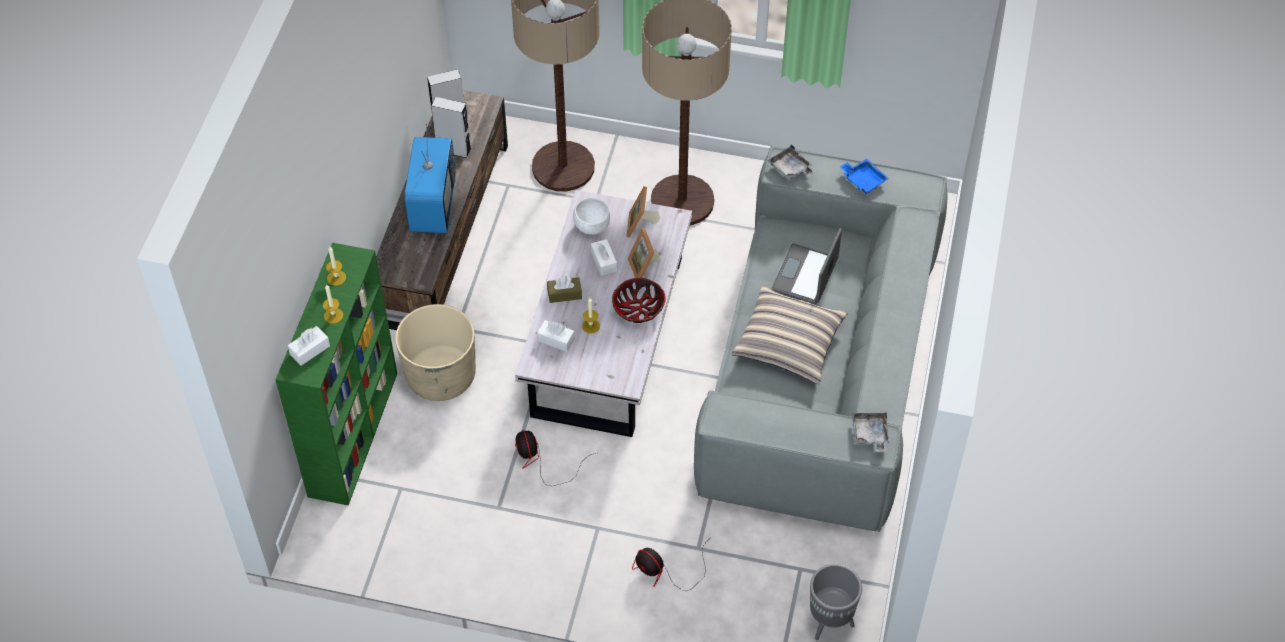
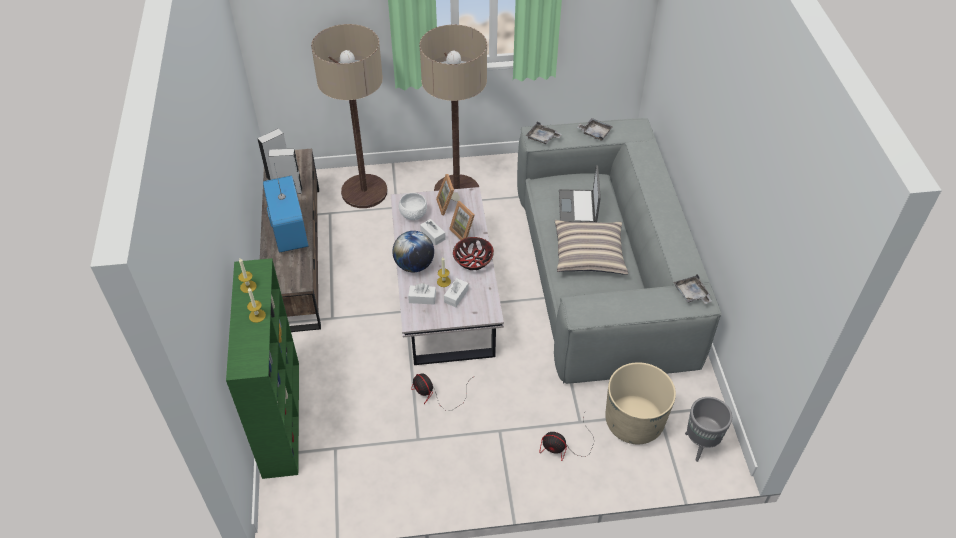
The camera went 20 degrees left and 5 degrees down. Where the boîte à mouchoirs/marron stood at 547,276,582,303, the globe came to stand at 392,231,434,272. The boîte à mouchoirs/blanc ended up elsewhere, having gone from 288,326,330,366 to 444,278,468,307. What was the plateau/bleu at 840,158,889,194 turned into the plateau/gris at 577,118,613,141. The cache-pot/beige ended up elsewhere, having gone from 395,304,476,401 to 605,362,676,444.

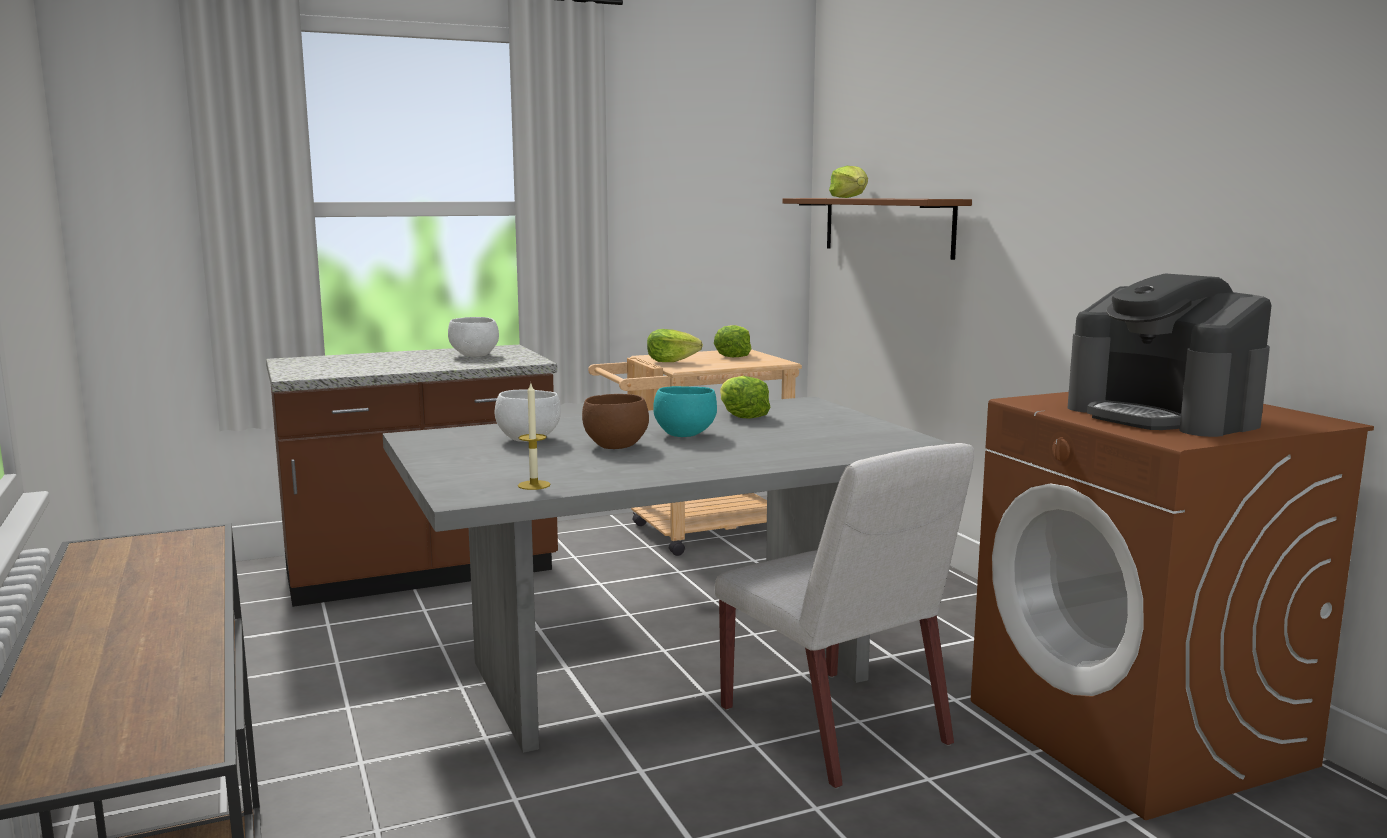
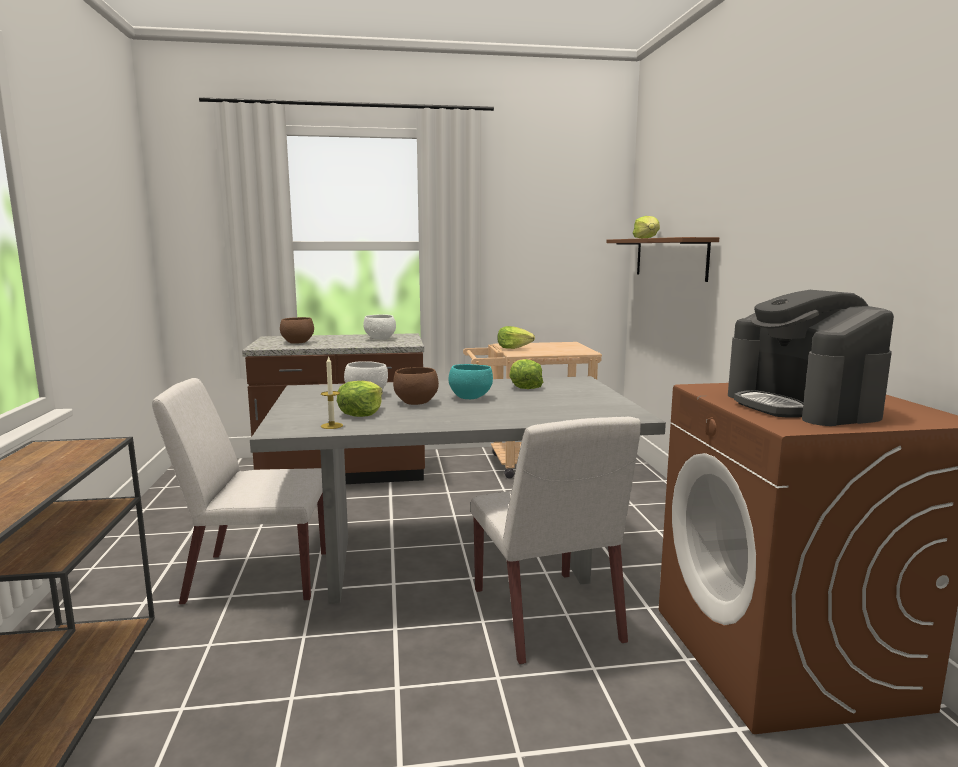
The camera went 15 degrees right and 0 degrees up. The second view gained the chaise/blanc at 152,378,326,605. The second view gained the bol/marron at 280,317,314,344. The laitue ended up elsewhere, having gone from 714,325,751,357 to 337,381,383,417.

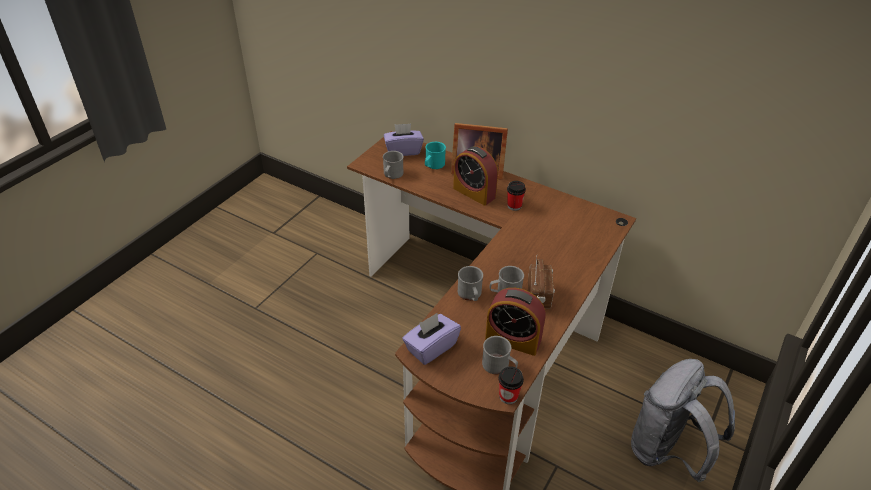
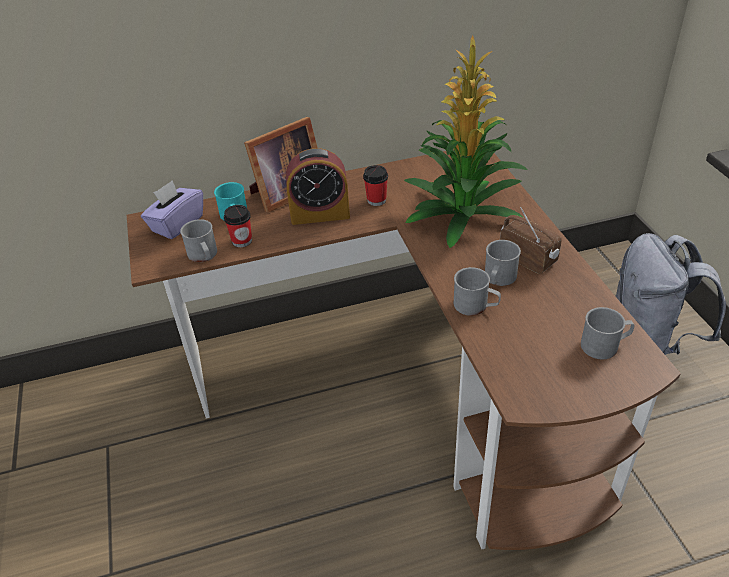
The camera went 45 degrees left and 0 degrees up. The tasse ended up elsewhere, having gone from 499,366,524,404 to 224,205,252,247. The second view gained the plante en pot at 404,35,528,248. The second view lost the boîte à mouchoirs/violet at 402,313,461,365. The second view lost the réveil at 485,288,546,356.

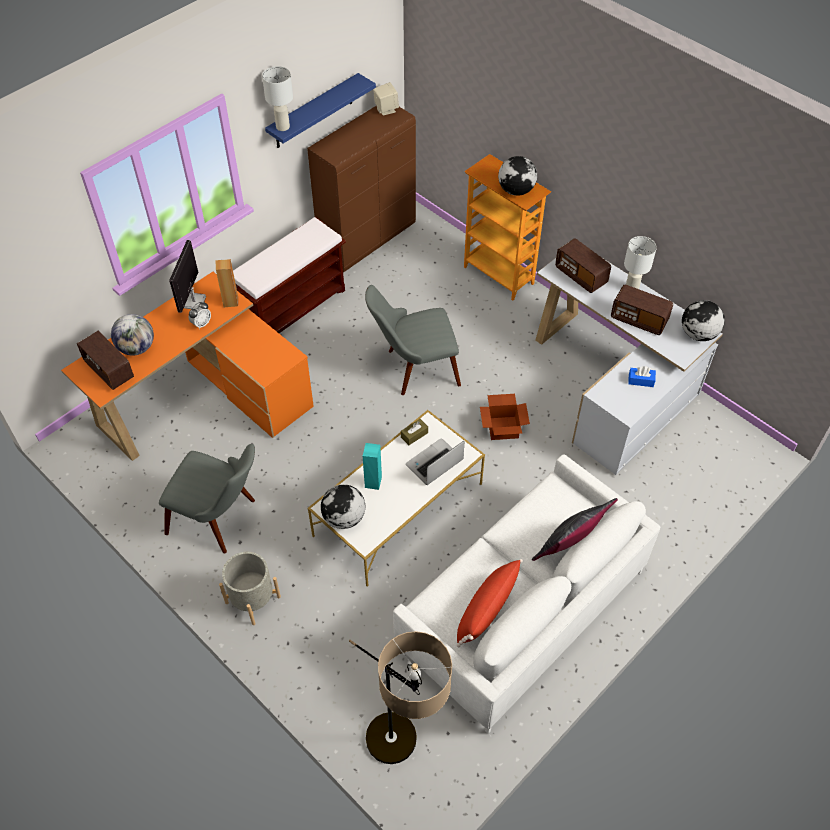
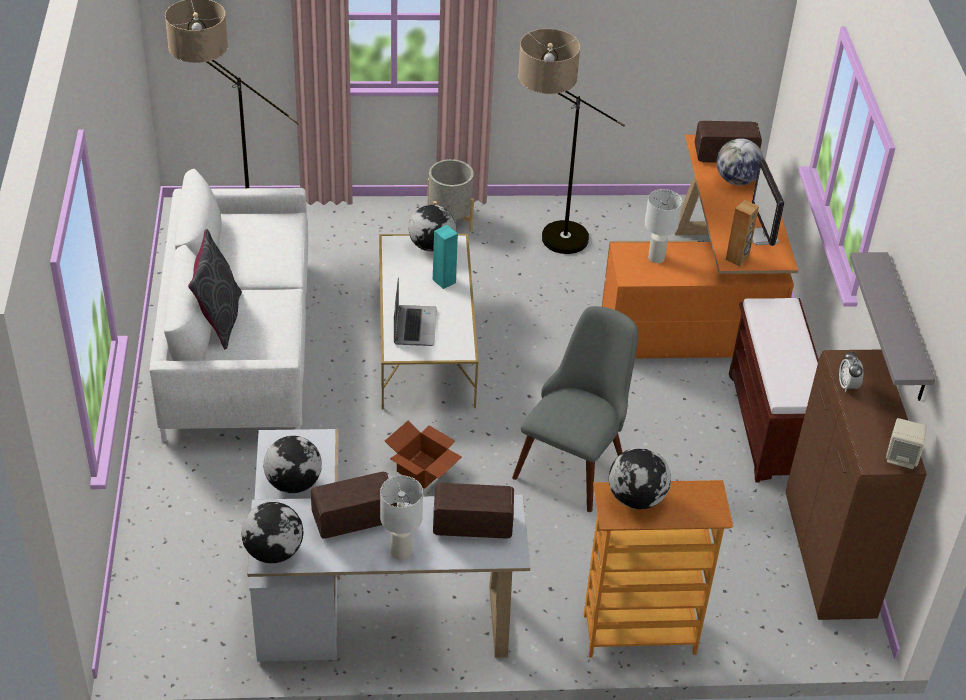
The camera went 130 degrees right and 10 degrees down. Where the boîte à mouchoirs/bleu stood at 628,366,656,387, the globe came to stand at 263,436,322,493. Where the chaise/gris stood at 159,444,255,553, the lampadaire came to stand at 518,29,625,254. The lampe de table/blanc ended up elsewhere, having gone from 262,66,293,131 to 645,189,682,263. The écran d'ordinateur at 169,240,206,313 ended up facing another way, 150 degrees counterclockwise from before. The réveil ended up elsewhere, having gone from 188,302,211,329 to 839,351,863,392. What was the étagère/bleu at 265,73,376,148 turned into the étagère/gris at 850,252,936,401. The second view lost the boîte à mouchoirs/marron at 401,419,428,445. The second view lost the coussin/rouge at 457,559,523,647.

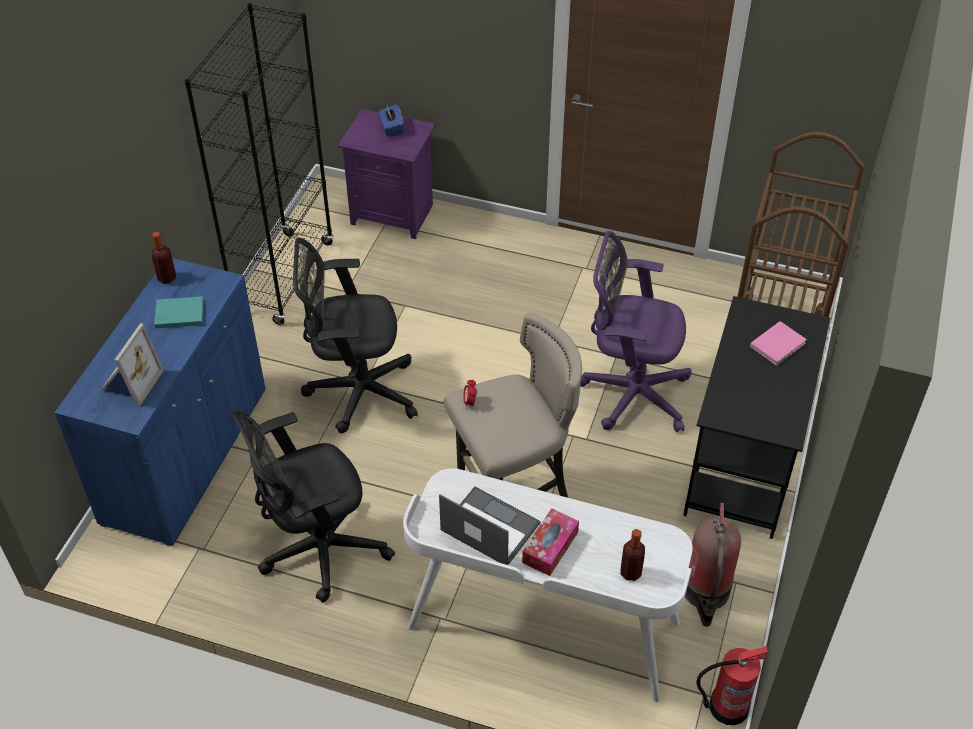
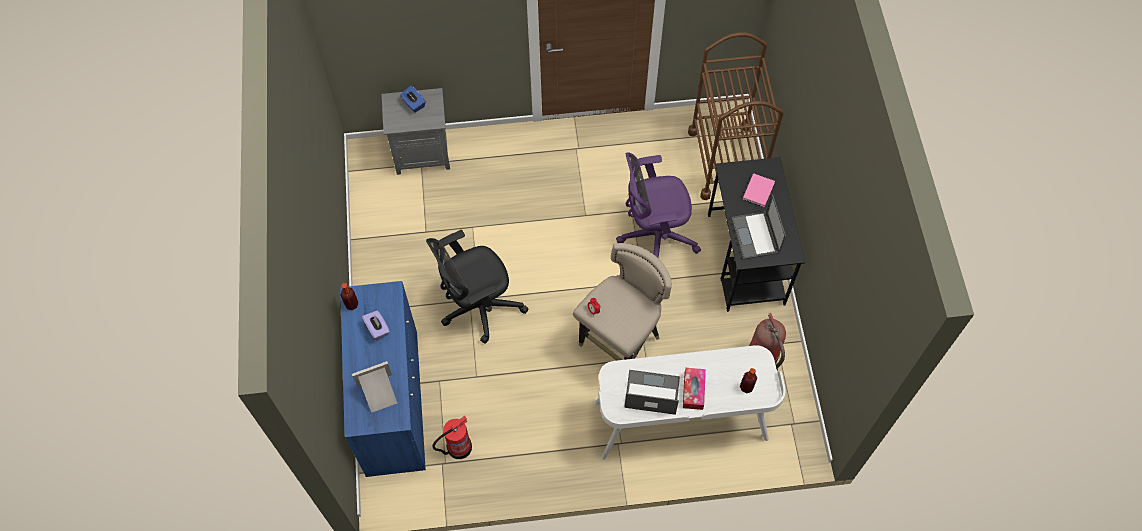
The camera went 25 degrees left and 15 degrees up. The cadre photo at 100,323,164,407 ended up facing another way, 105 degrees counterclockwise from before. Where the livre/turquoise stood at 154,296,204,329, the boîte à mouchoirs/violet came to stand at 362,311,390,341. What was the table de chevet/violet at 338,109,436,239 turned into the table de chevet/gris at 381,88,450,175. The extincteur ended up elsewhere, having gone from 696,646,768,725 to 432,416,472,459. The second view gained the ordinateur portable at 732,194,786,260. The second view lost the bibliothèque/noir at 185,3,334,325. The second view lost the chaise de bureau/noir at 232,411,395,603.

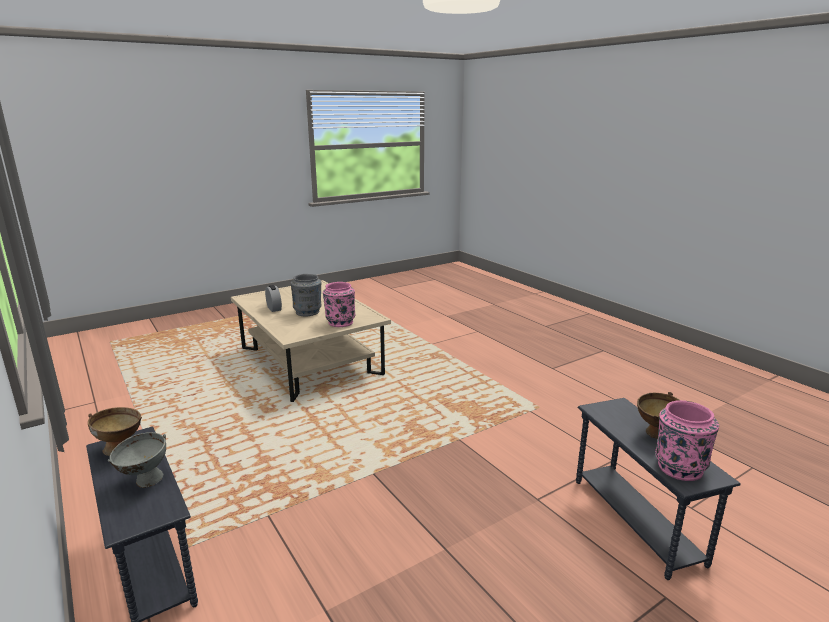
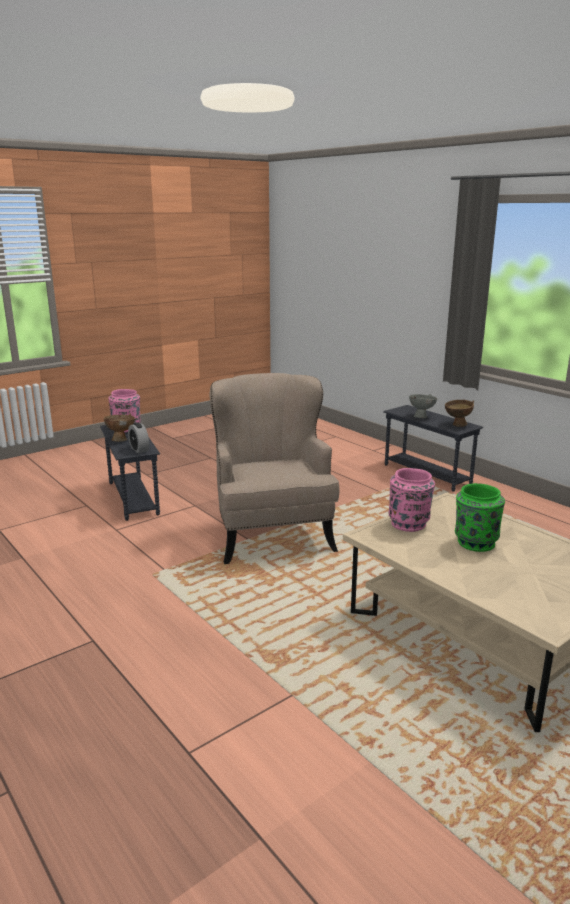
The camera went 175 degrees right and 0 degrees up. The réveil ended up elsewhere, having gone from 265,285,282,312 to 128,423,149,453. The second view gained the fauteuil/beige at 209,373,339,564. What was the vase/gris at 291,274,322,317 turned into the vase/vert at 455,483,505,552.

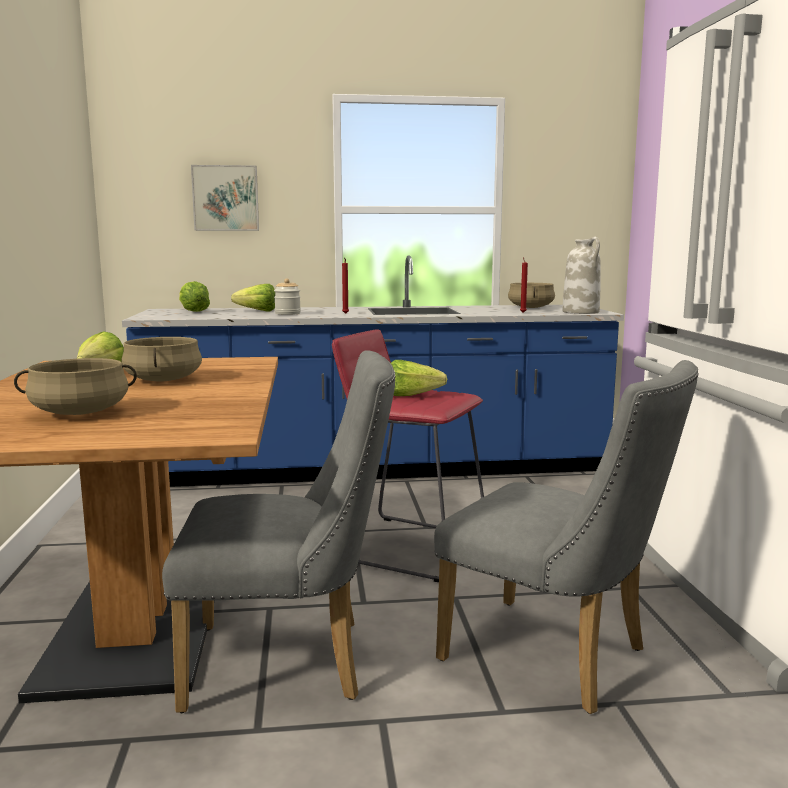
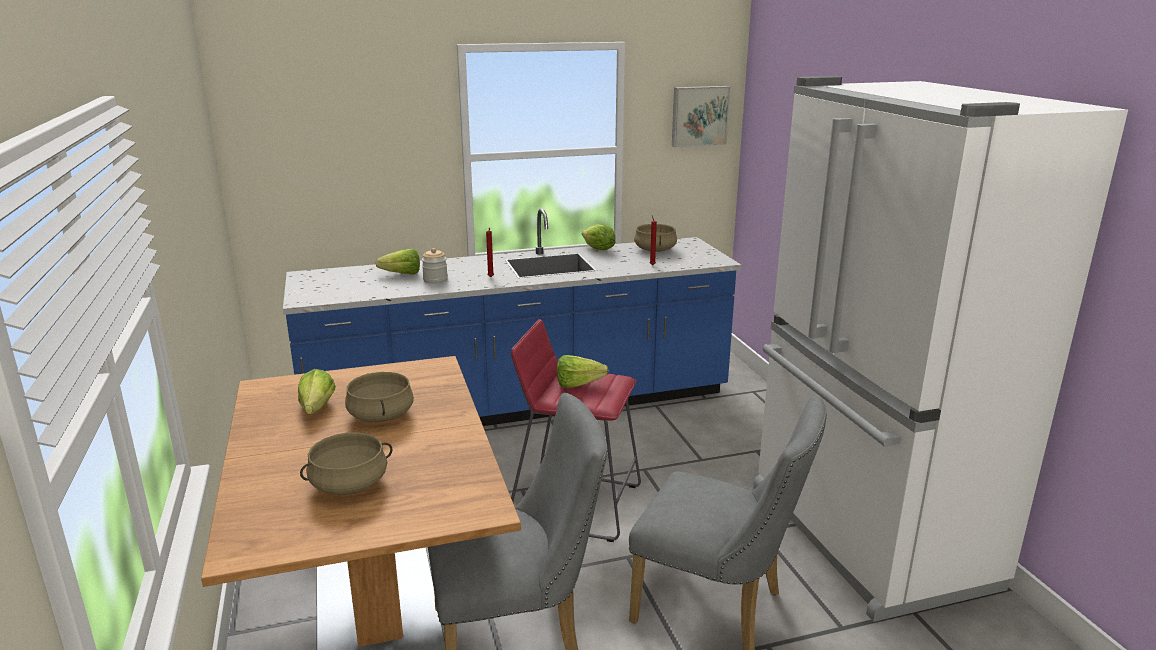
The camera went 10 degrees left and 10 degrees up. The laitue ended up elsewhere, having gone from 179,281,210,312 to 582,224,616,250. The tableau ended up elsewhere, having gone from 191,165,259,231 to 672,86,730,147. The second view lost the vase/blanc at 562,236,601,314.

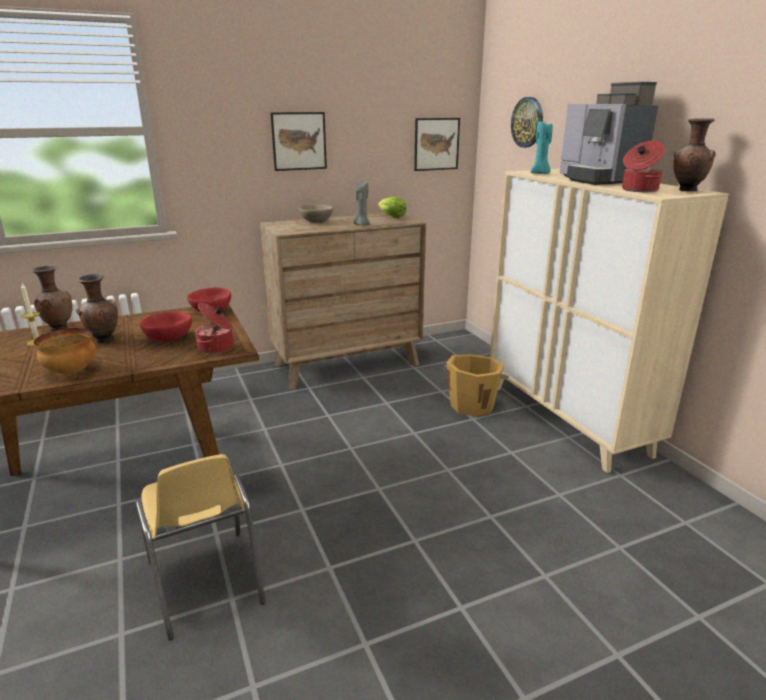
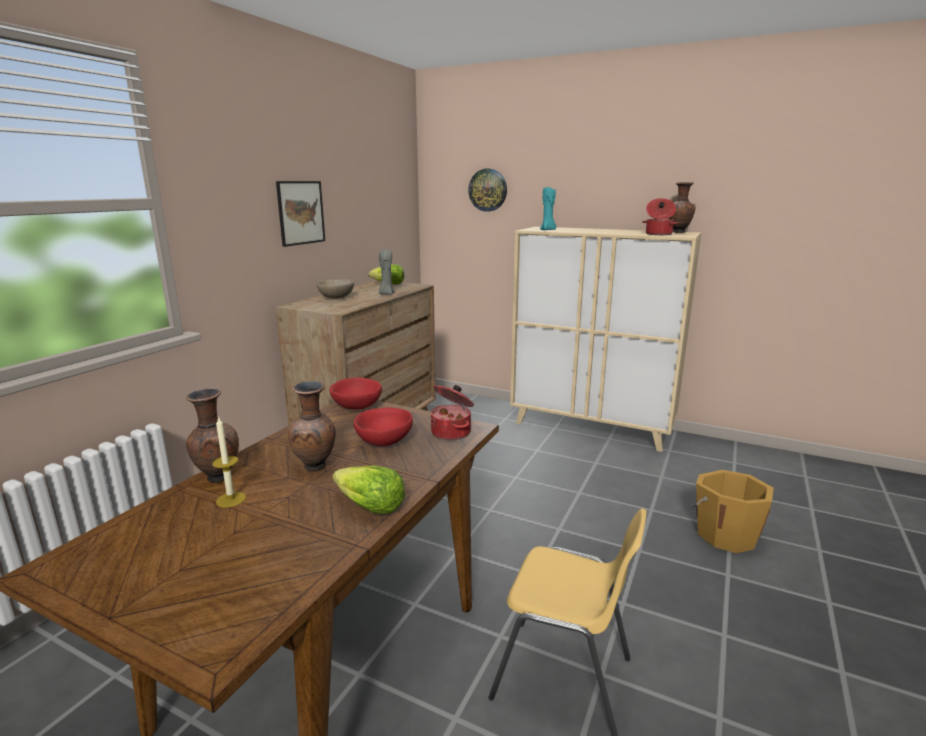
The camera went 40 degrees left and 5 degrees down. Where the bol stood at 34,328,96,374, the laitue came to stand at 333,465,405,514. The seau/orange ended up elsewhere, having gone from 443,354,509,417 to 691,470,774,553. The second view lost the tableau at 414,118,460,171. The second view lost the machine à café at 560,82,658,185.

